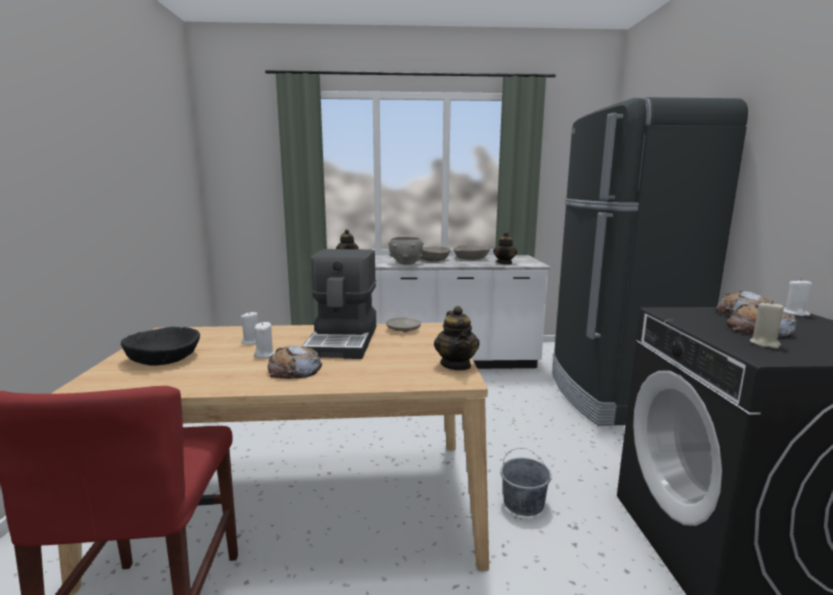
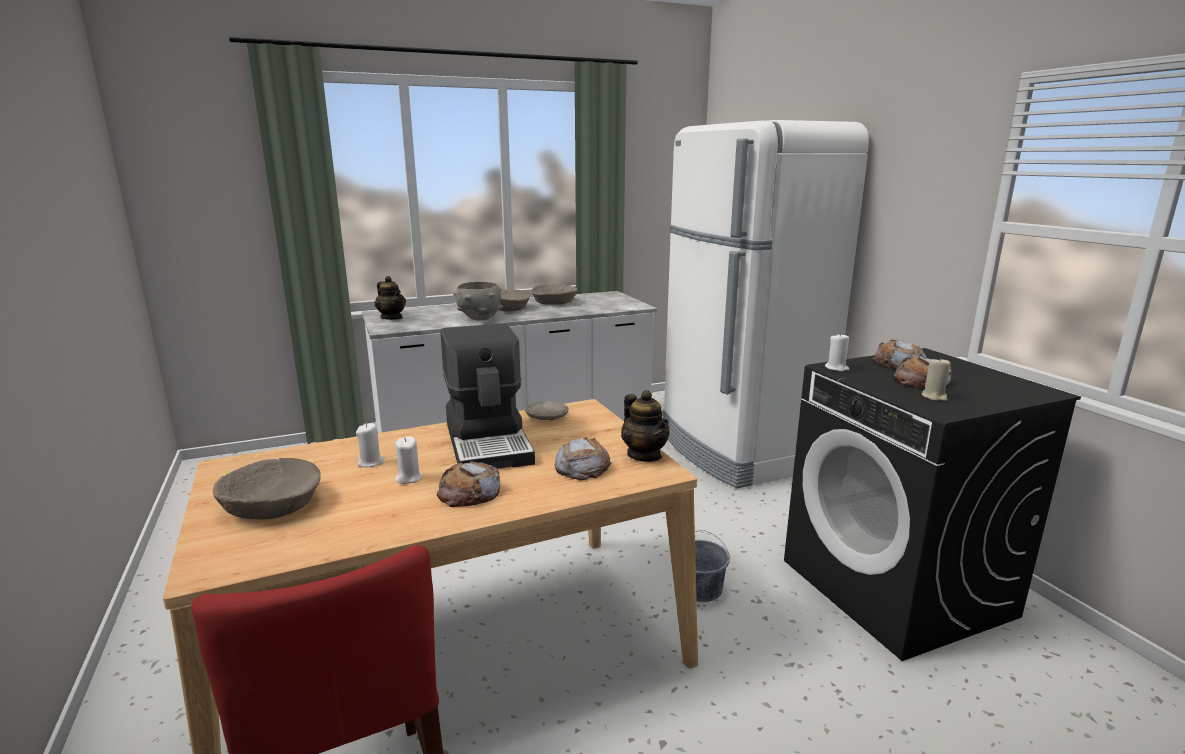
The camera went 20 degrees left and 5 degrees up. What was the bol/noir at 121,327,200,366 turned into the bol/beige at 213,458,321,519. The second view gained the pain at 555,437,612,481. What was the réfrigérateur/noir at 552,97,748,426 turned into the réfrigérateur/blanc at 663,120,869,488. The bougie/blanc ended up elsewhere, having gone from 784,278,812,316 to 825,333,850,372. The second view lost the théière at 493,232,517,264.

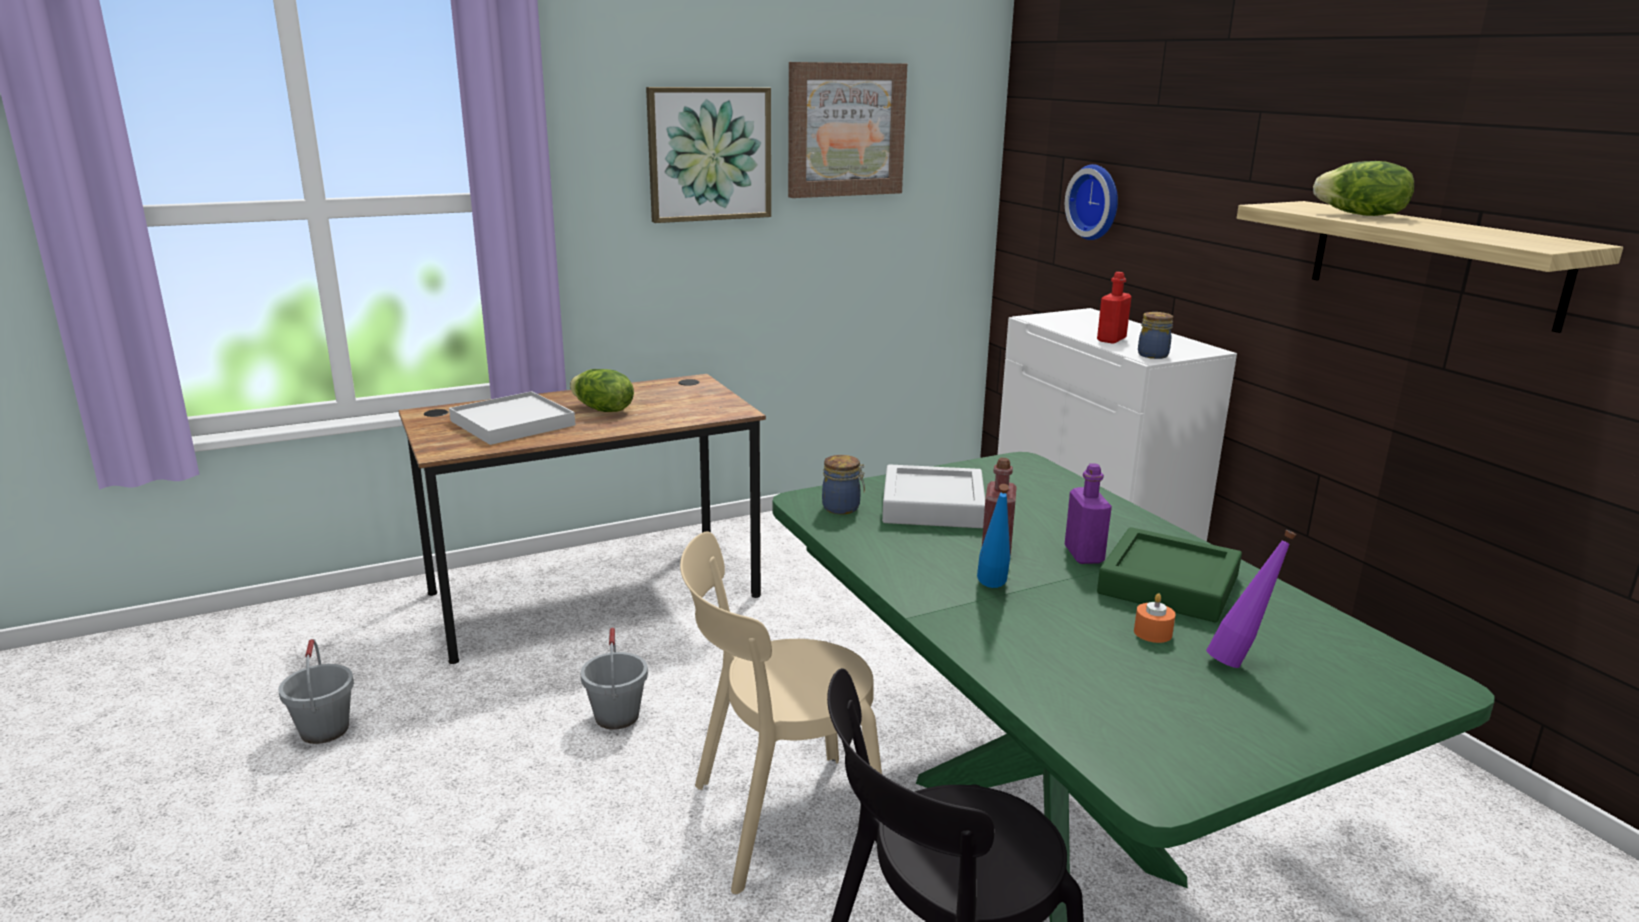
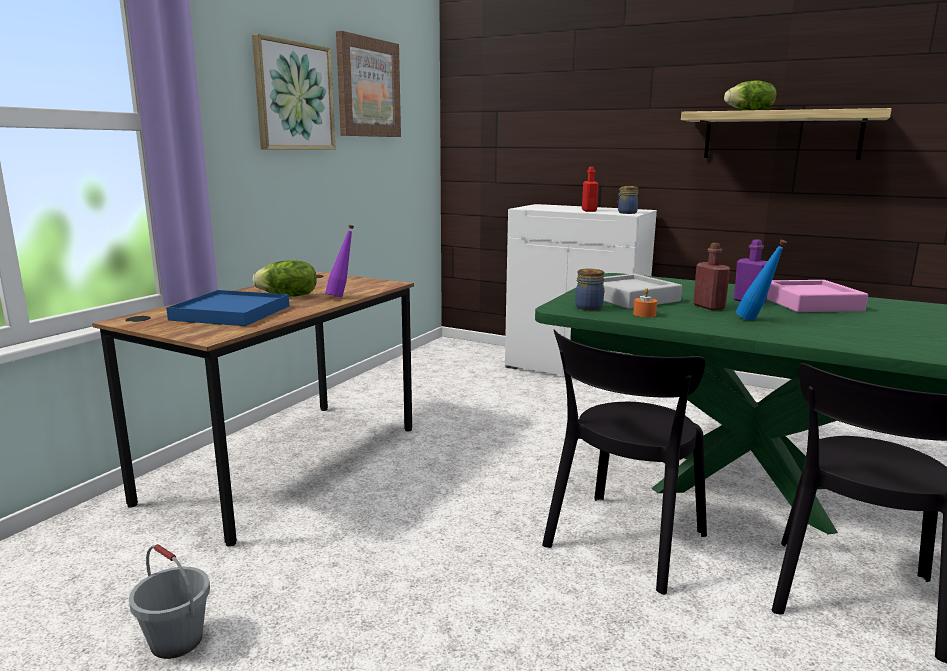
The camera went 35 degrees left and 5 degrees down. What was the plateau/blanc at 449,391,575,445 turned into the plateau/bleu at 166,290,289,326. The bouteille/violet ended up elsewhere, having gone from 1206,530,1296,668 to 325,225,354,298. What was the chaise/beige at 680,532,882,894 turned into the chaise/noir at 542,329,707,595. The bougie/orange ended up elsewhere, having gone from 1134,593,1176,643 to 633,288,657,317. What was the plateau/vert at 1097,527,1242,623 turned into the plateau/rose at 767,280,868,312. The second view lost the seau/gris at 580,627,648,729. The second view lost the horloge murale at 1065,164,1118,240.

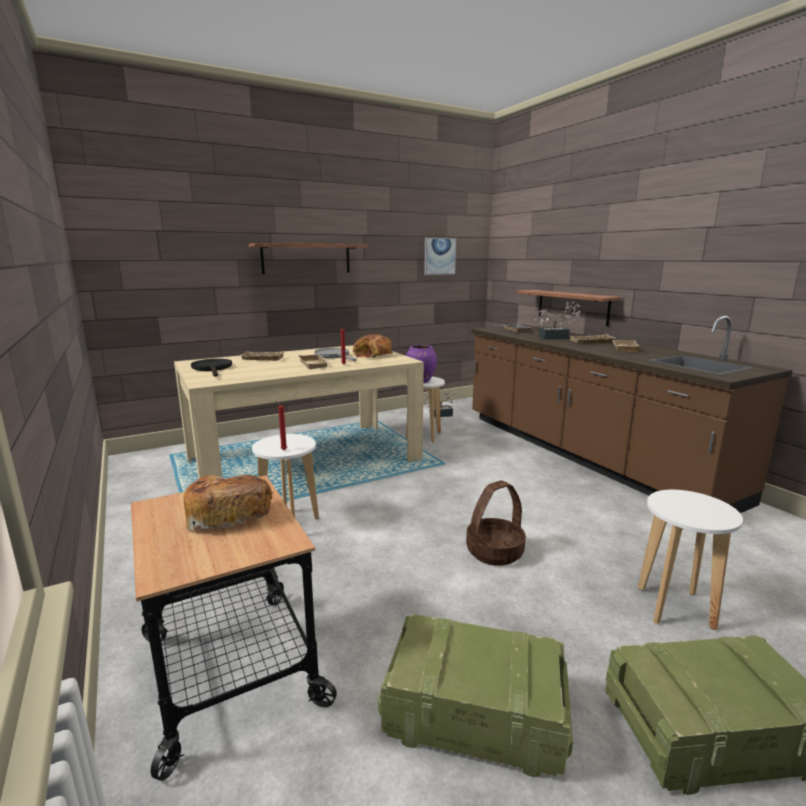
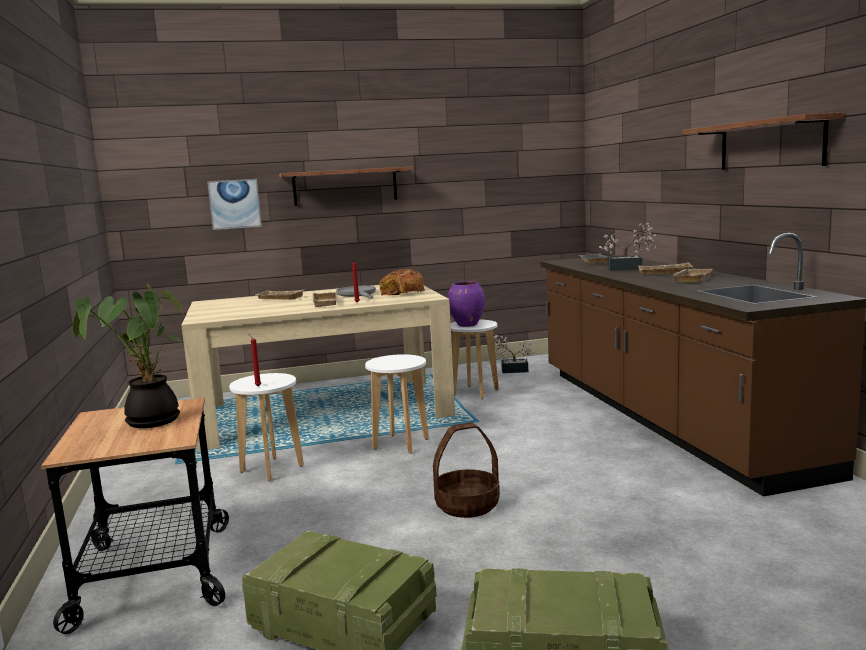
The camera went 15 degrees right and 5 degrees down. Where the pain stood at 183,475,273,530, the plante en pot came to stand at 73,284,183,428. The tableau ended up elsewhere, having gone from 424,237,456,275 to 207,179,262,230. The tabouret/blanc ended up elsewhere, having gone from 638,490,743,630 to 365,354,429,454. The étagère ended up elsewhere, having gone from 517,290,621,326 to 683,112,844,170. The second view lost the poêle/noir at 191,359,232,377.

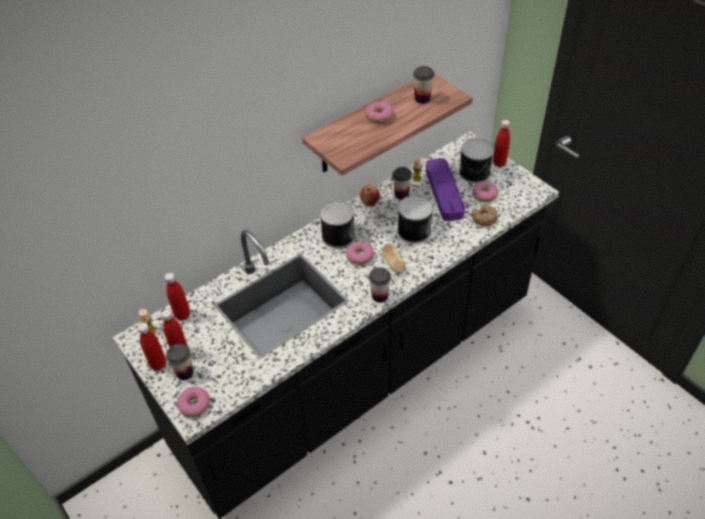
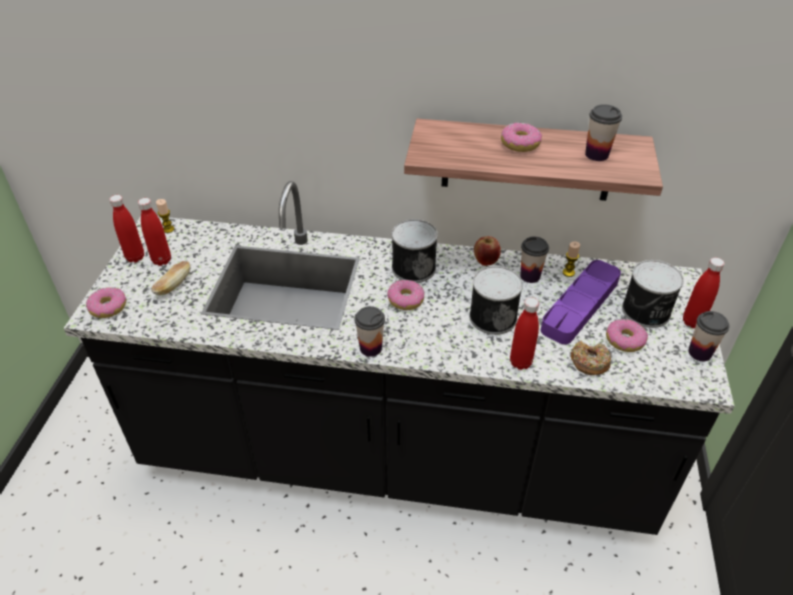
The camera went 45 degrees right and 5 degrees down. The pain ended up elsewhere, having gone from 382,244,405,273 to 152,261,191,295. The bouteille/rouge ended up elsewhere, having gone from 164,273,190,321 to 510,297,539,370. The tasse ended up elsewhere, having gone from 166,344,194,380 to 689,311,730,361.

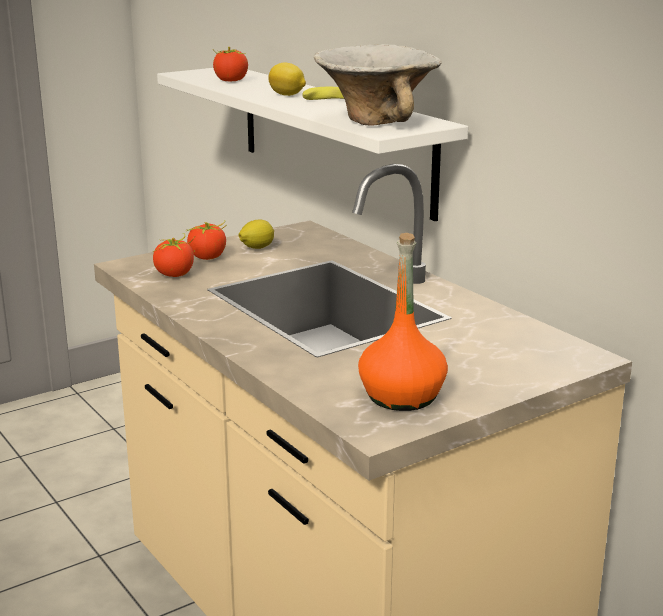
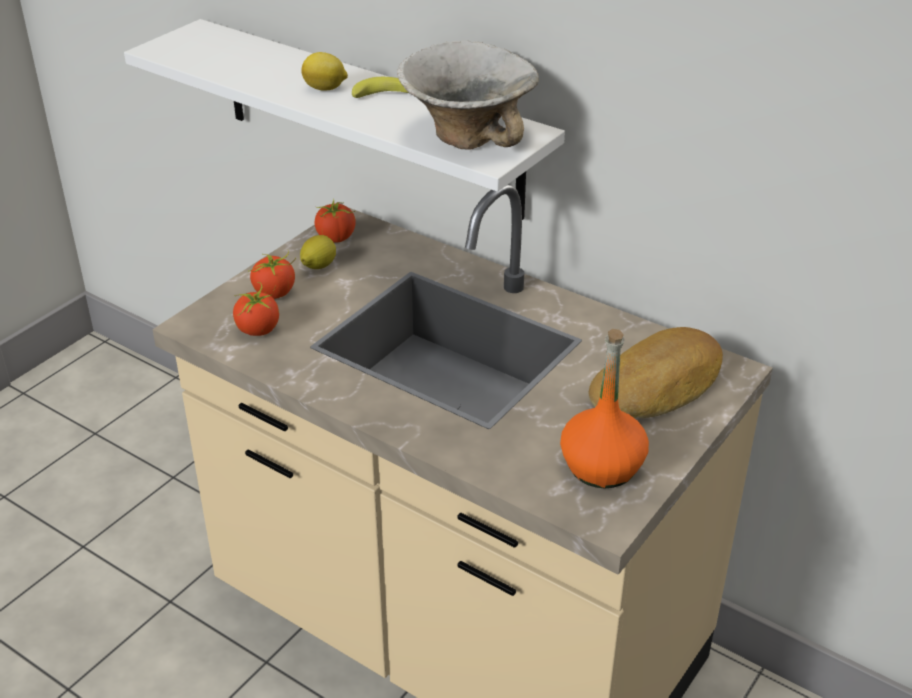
The camera went 20 degrees left and 15 degrees up. The tomate ended up elsewhere, having gone from 213,47,248,81 to 315,199,356,243. The second view gained the pain at 589,327,723,418.

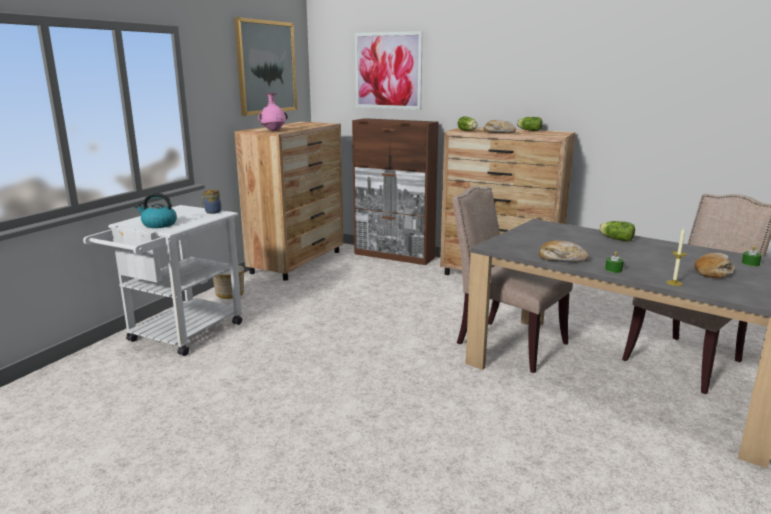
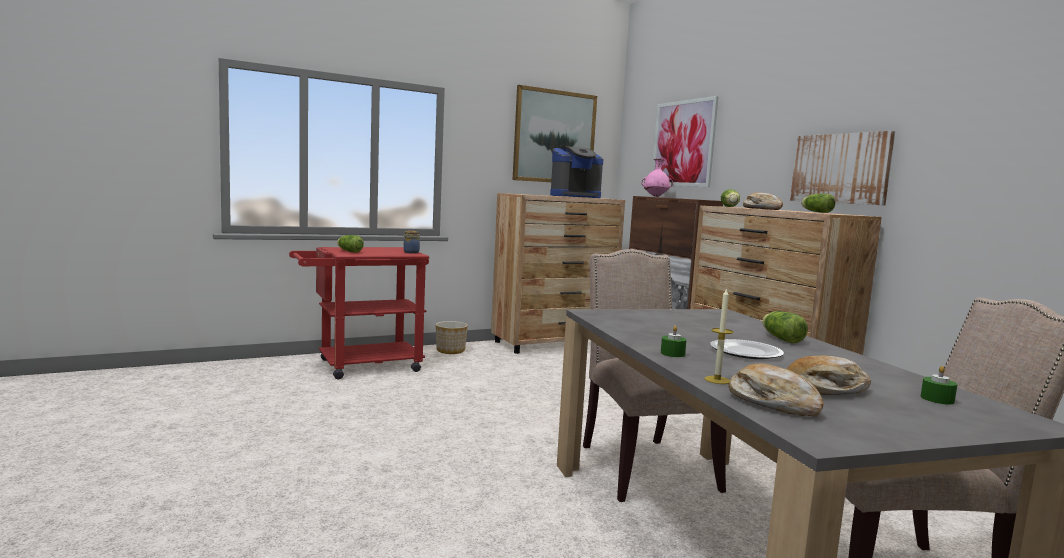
The camera went 35 degrees right and 10 degrees down. What was the chariot/blanc at 83,205,242,356 turned into the chariot/rouge at 289,247,429,379. Where the bouilloire stood at 135,193,177,228, the laitue came to stand at 337,235,364,253. The second view gained the machine à café at 550,146,603,198. The vase/rose ended up elsewhere, having gone from 258,93,288,131 to 641,159,673,197. The second view gained the assiette at 710,339,784,359. The pain ended up elsewhere, having gone from 539,240,589,262 to 728,363,823,417. The second view gained the tableau at 790,131,895,206.

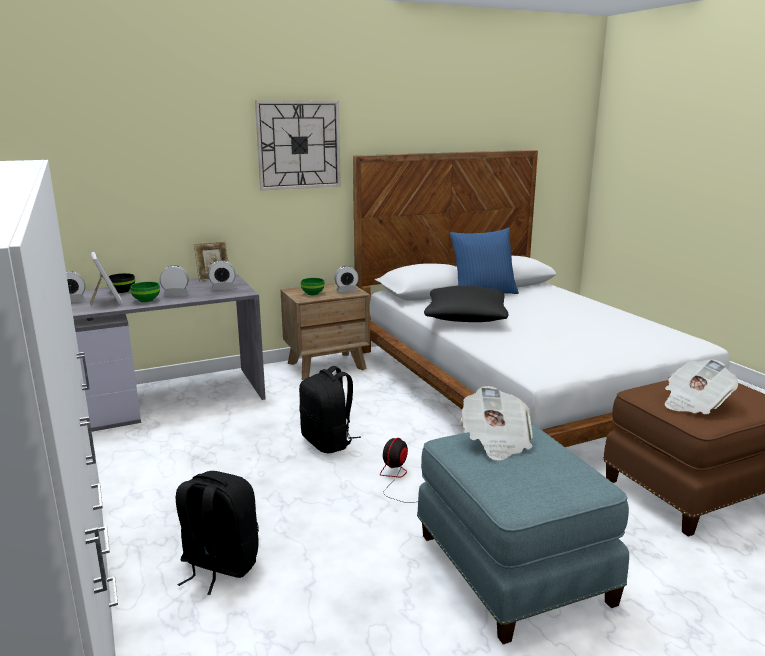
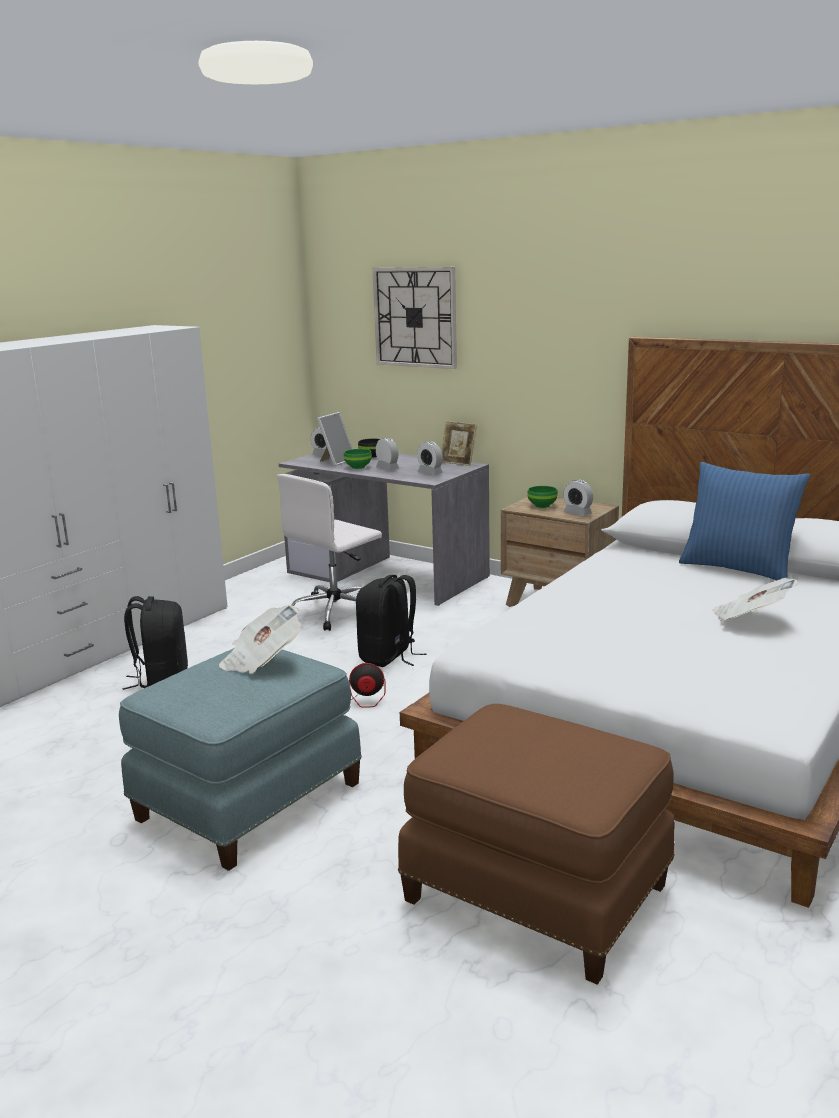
The camera went 60 degrees right and 0 degrees up. The second view gained the chaise de bureau/blanc at 277,474,382,631. The horloge murale ended up elsewhere, having gone from 255,100,341,191 to 372,267,457,369. The journal ended up elsewhere, having gone from 664,359,738,414 to 713,578,798,621. The second view lost the coussin/noir at 424,286,509,322.

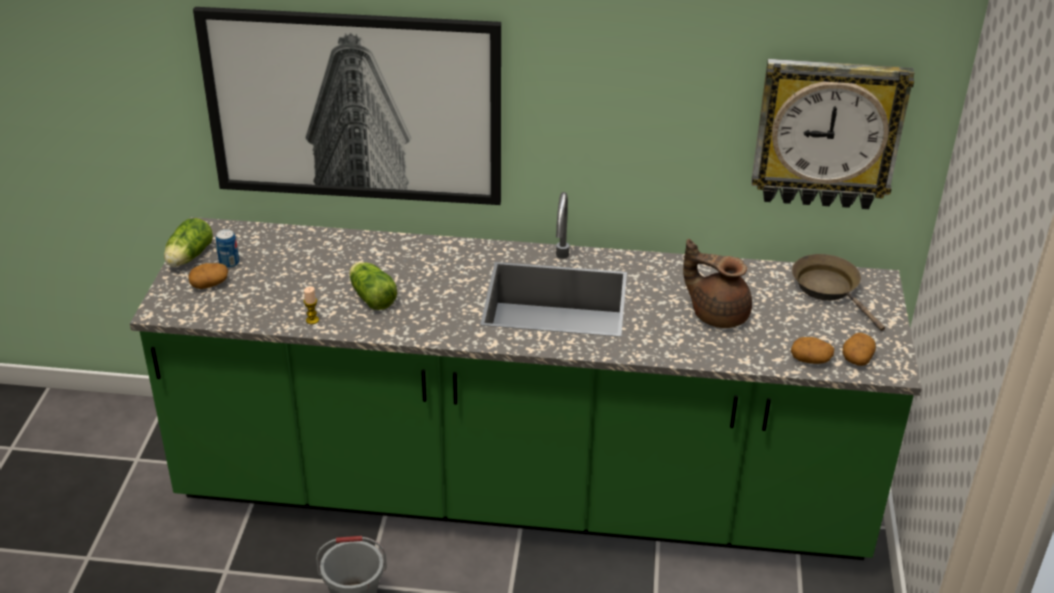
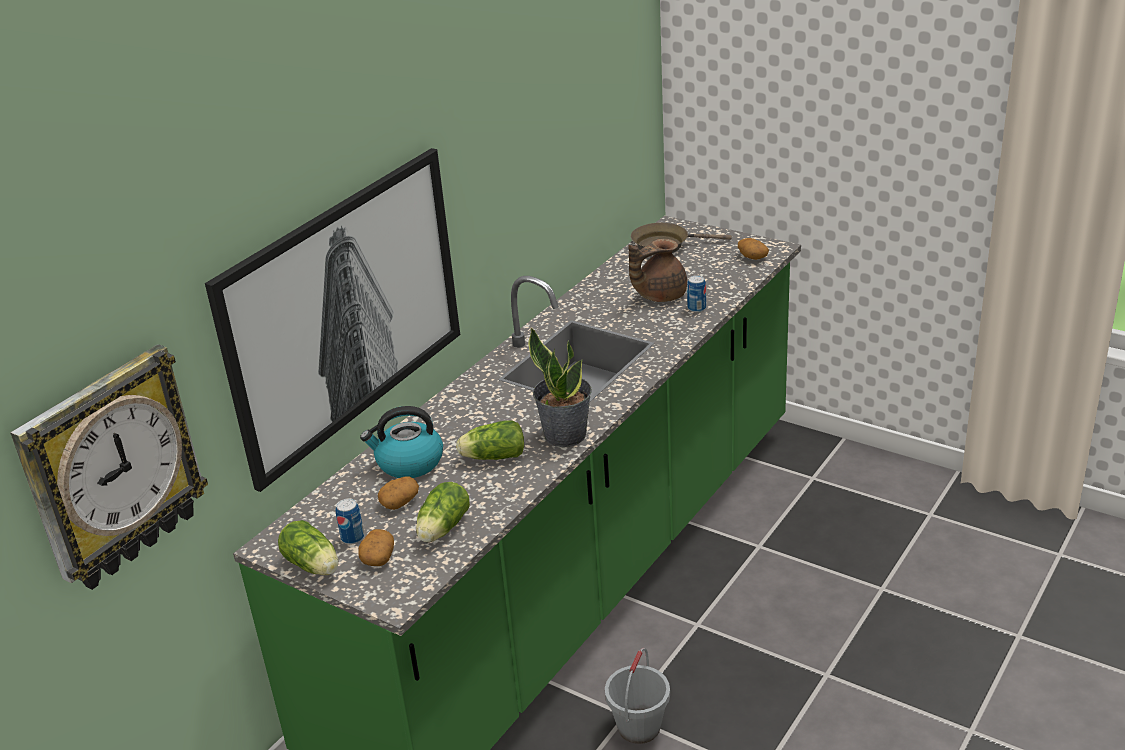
The camera went 60 degrees left and 5 degrees down. The horloge murale ended up elsewhere, having gone from 751,59,914,209 to 10,344,208,590. The second view gained the bouilloire at 360,406,443,478. The pomme de terre ended up elsewhere, having gone from 791,337,834,364 to 378,476,419,510. The second view gained the laitue at 416,482,470,542. The second view gained the plante en pot at 528,328,592,447. The second view gained the boîte métallique at 687,275,706,312. The second view lost the bougie at 304,286,319,324.

